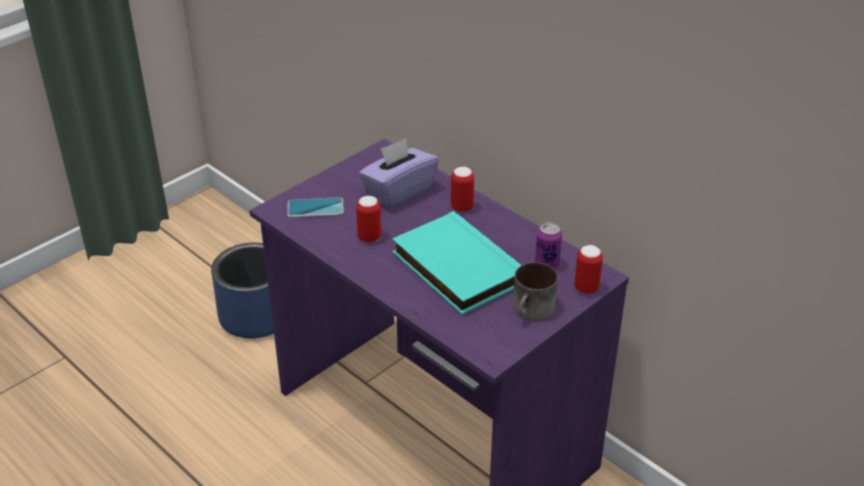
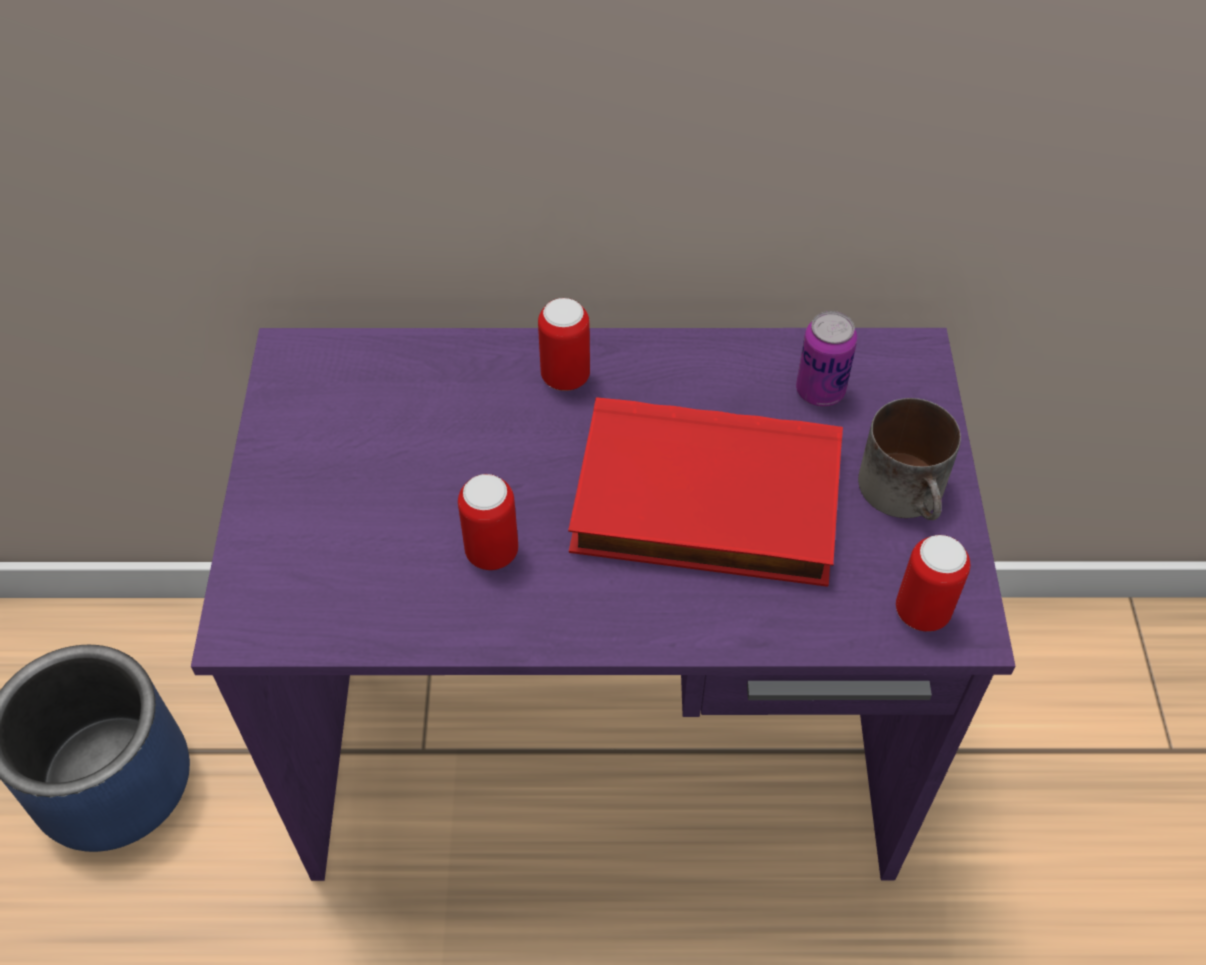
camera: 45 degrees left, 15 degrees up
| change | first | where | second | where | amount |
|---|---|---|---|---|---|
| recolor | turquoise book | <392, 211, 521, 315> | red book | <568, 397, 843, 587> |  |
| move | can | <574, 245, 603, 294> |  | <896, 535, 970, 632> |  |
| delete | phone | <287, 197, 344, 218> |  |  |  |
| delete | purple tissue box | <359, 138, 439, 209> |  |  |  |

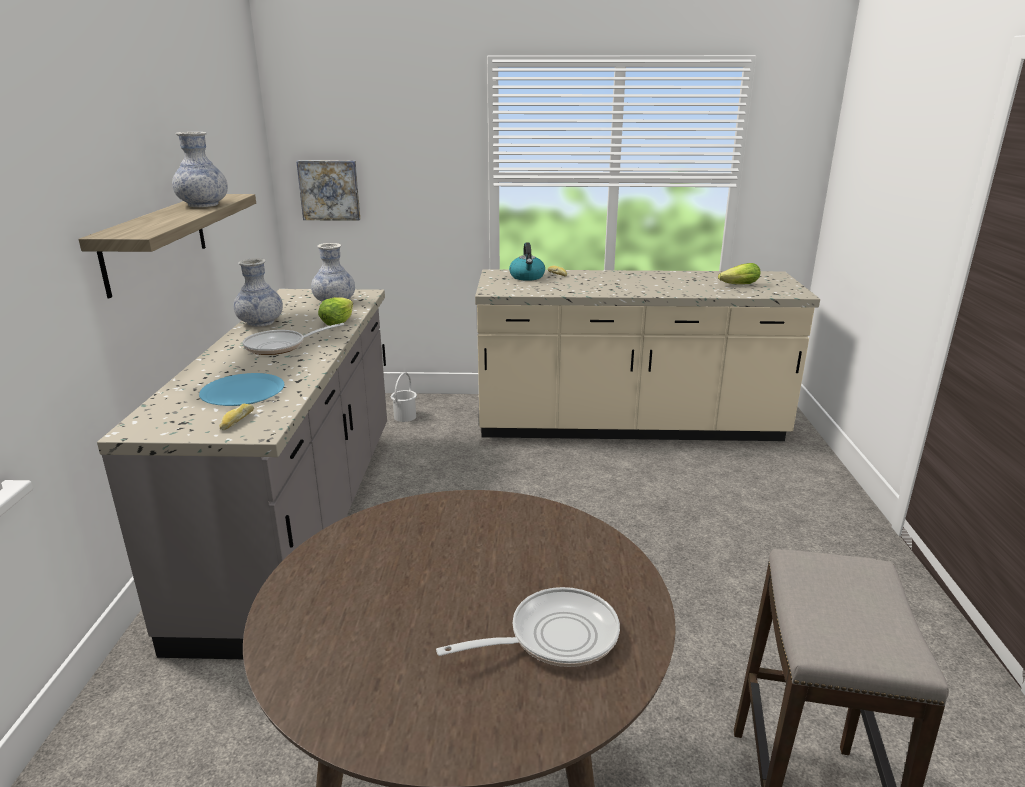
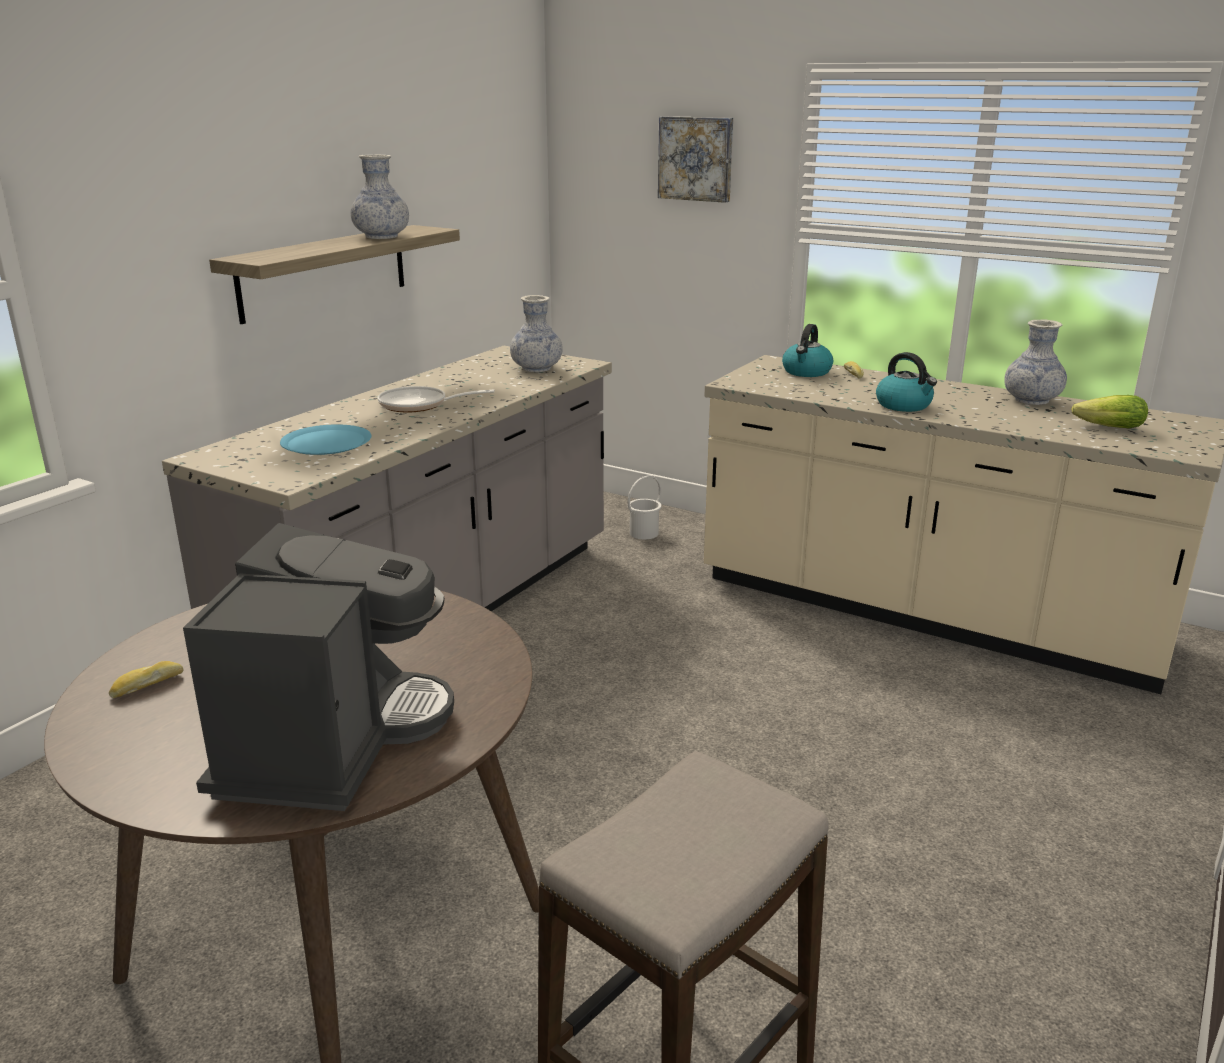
camera: 30 degrees right, 0 degrees up
| change | first | where | second | where | amount |
|---|---|---|---|---|---|
| move | bread | <219, 404, 254, 430> |  | <109, 661, 183, 698> |  |
| replace | frying pan | <436, 587, 620, 667> | coffee machine | <183, 523, 454, 811> |  |
| move | picture | <296, 160, 360, 221> |  | <658, 116, 733, 203> |  |
| insert |  |  | kettle | <876, 352, 937, 412> |  |
| move | vase | <234, 258, 283, 327> |  | <1004, 320, 1067, 405> |  |
| delete | lettuce | <318, 297, 353, 326> |  |  |  |

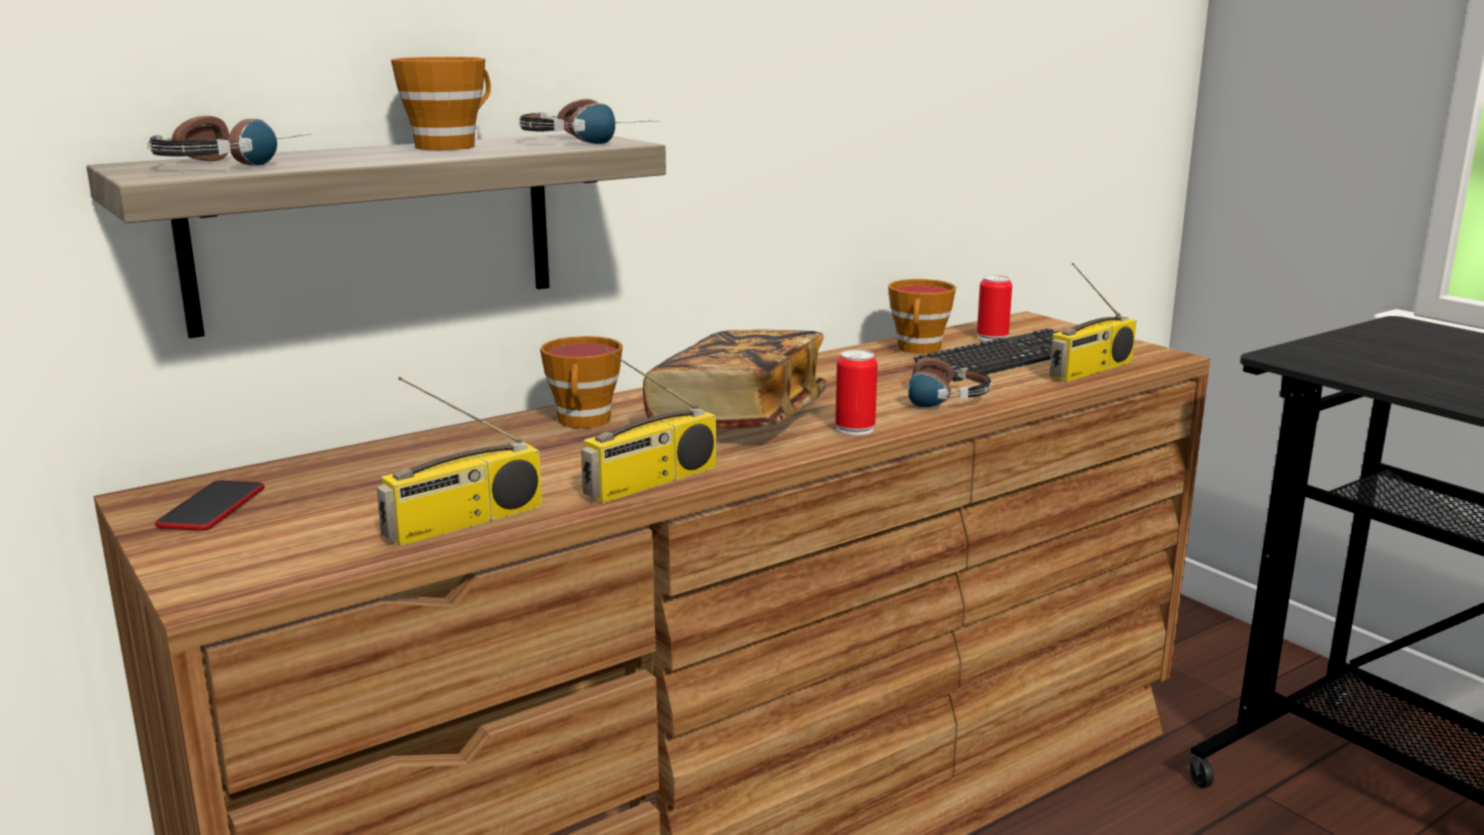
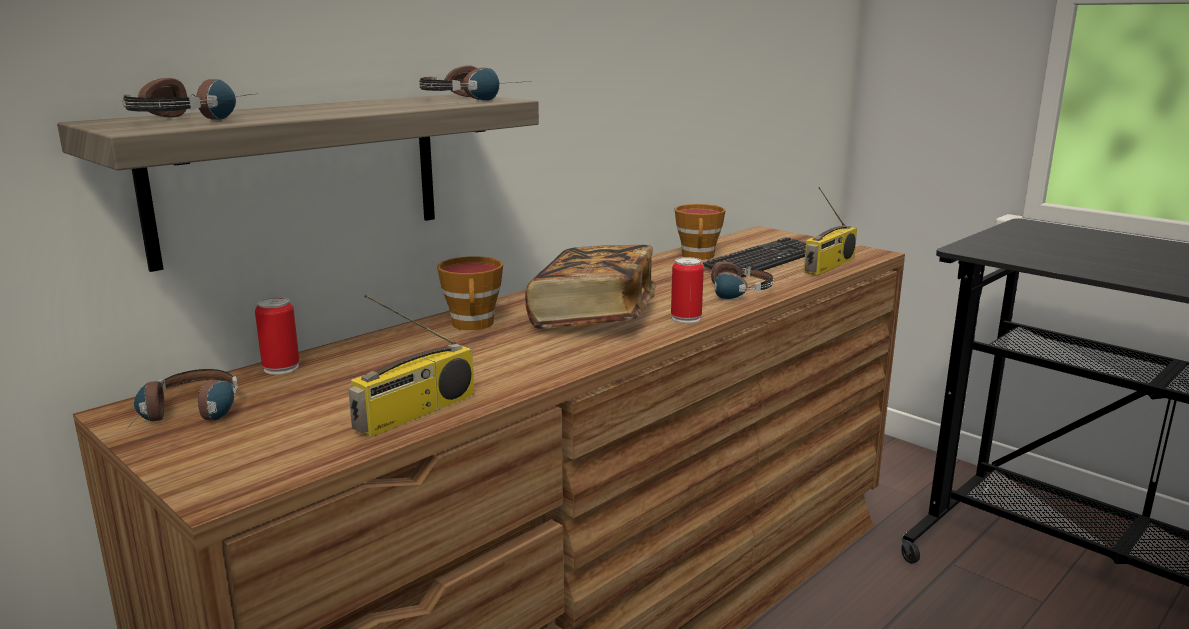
camera: 10 degrees left, 0 degrees up
| change | first | where | second | where | amount |
|---|---|---|---|---|---|
| replace | phone | <155, 480, 264, 531> | headphones | <129, 369, 238, 426> |  |
| move | can | <977, 275, 1012, 341> |  | <255, 297, 300, 375> |  |
| delete | cup | <391, 57, 491, 150> |  |  |  |
| delete | radio | <581, 347, 716, 503> |  |  |  |

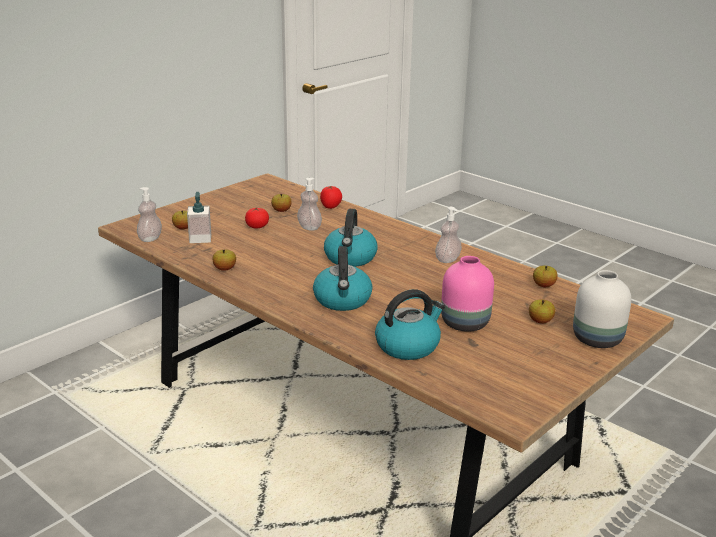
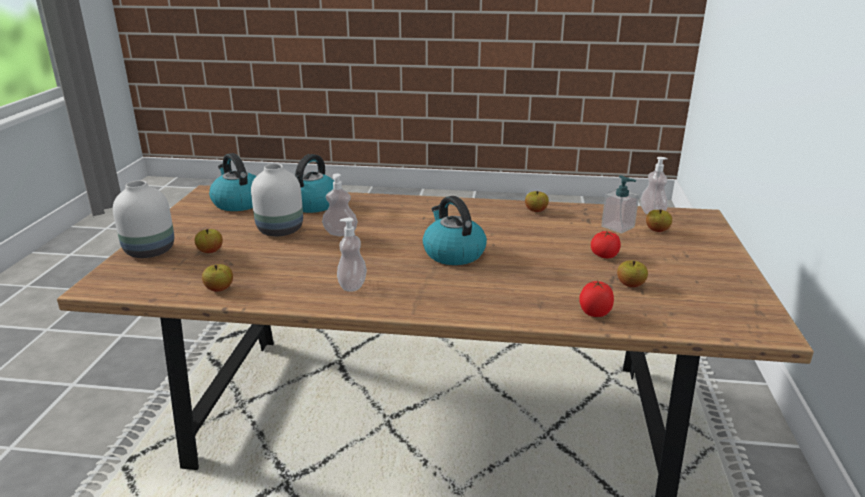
camera: 145 degrees right, 0 degrees up
| change | first | where | second | where | amount |
|---|---|---|---|---|---|
| move | kettle | <313, 246, 372, 311> |  | <209, 153, 256, 211> |  |
| recolor | pink vase | <441, 256, 494, 332> | white vase | <251, 164, 303, 236> |  |
| move | soap dispenser | <297, 178, 322, 231> |  | <322, 174, 358, 236> |  |

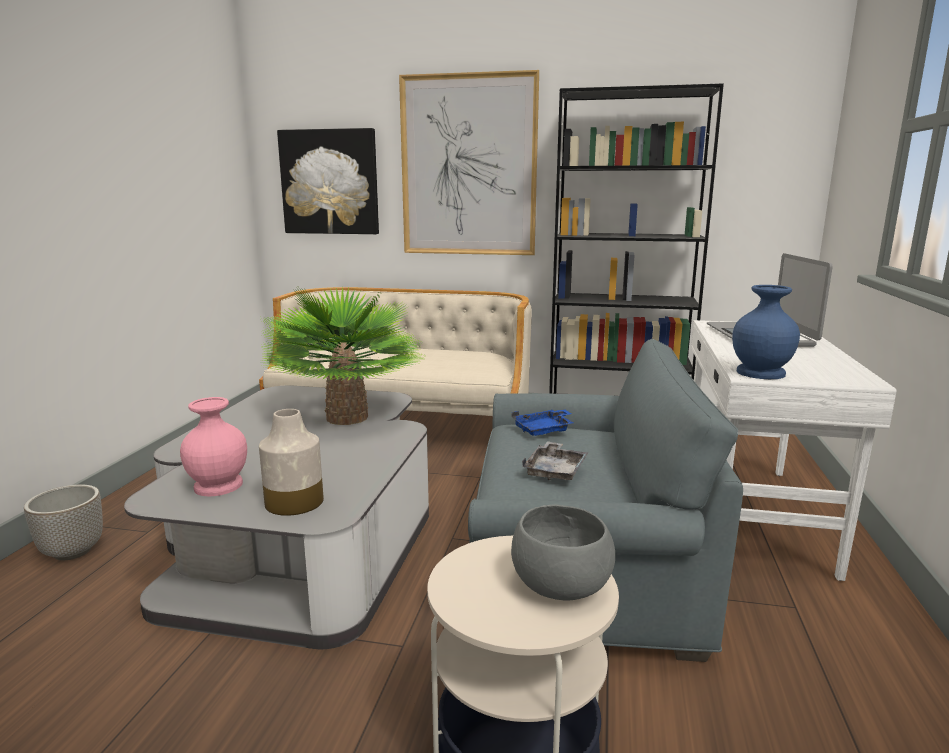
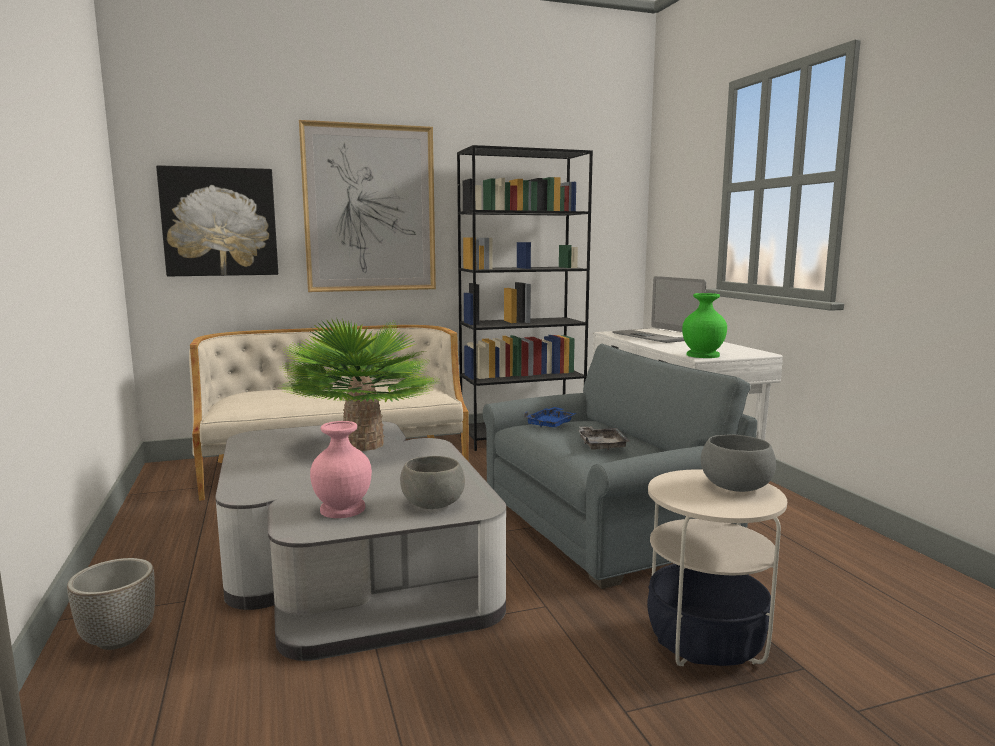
camera: 30 degrees left, 5 degrees down
| change | first | where | second | where | amount |
|---|---|---|---|---|---|
| replace | beige vase | <259, 409, 324, 516> | grey bowl | <400, 456, 465, 509> |  |
| recolor | blue vase | <732, 285, 800, 379> | green vase | <682, 293, 727, 358> |  |

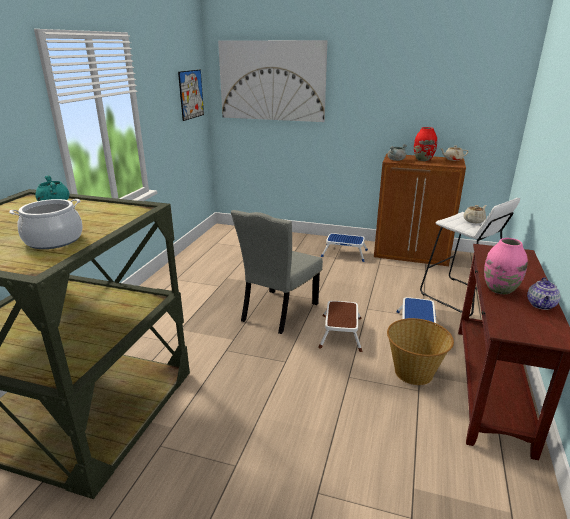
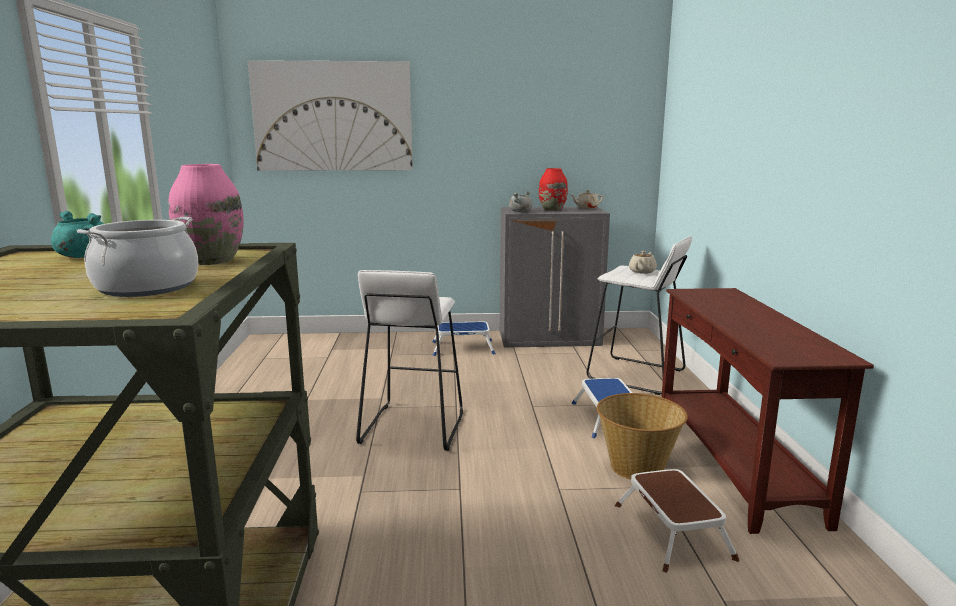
camera: 20 degrees left, 10 degrees down
| change | first | where | second | where | amount |
|---|---|---|---|---|---|
| move | pink vase | <484, 238, 528, 295> |  | <169, 164, 244, 265> |  |
| replace | grey chair | <231, 210, 323, 334> | white stool | <356, 270, 463, 451> |  |
| recolor | brown cabinet | <374, 154, 466, 266> | grey cabinet | <500, 207, 610, 348> |  |
| move | brown step ladder | <318, 301, 362, 352> |  | <615, 469, 740, 573> |  |
| delete | picture | <178, 70, 204, 121> |  |  |  |
| delete | teapot | <527, 277, 560, 310> |  |  |  |

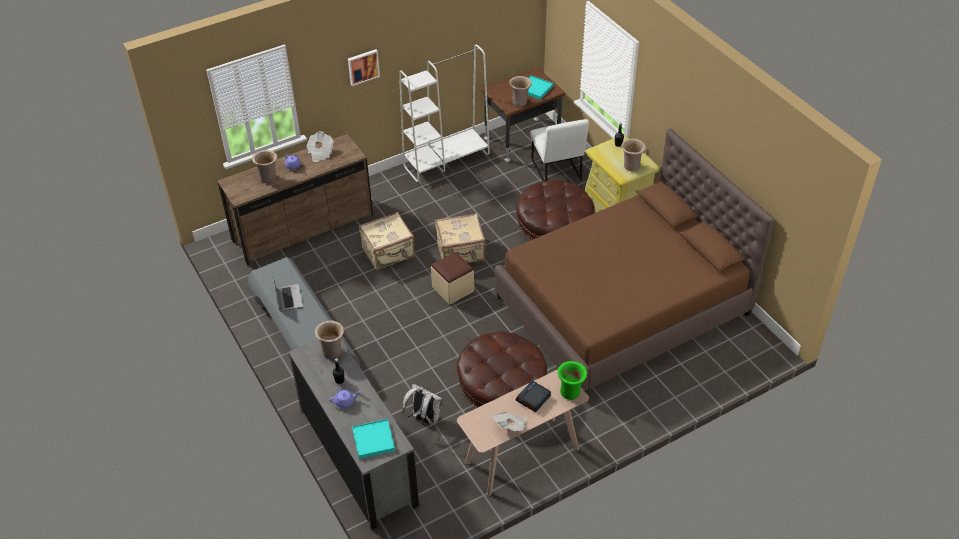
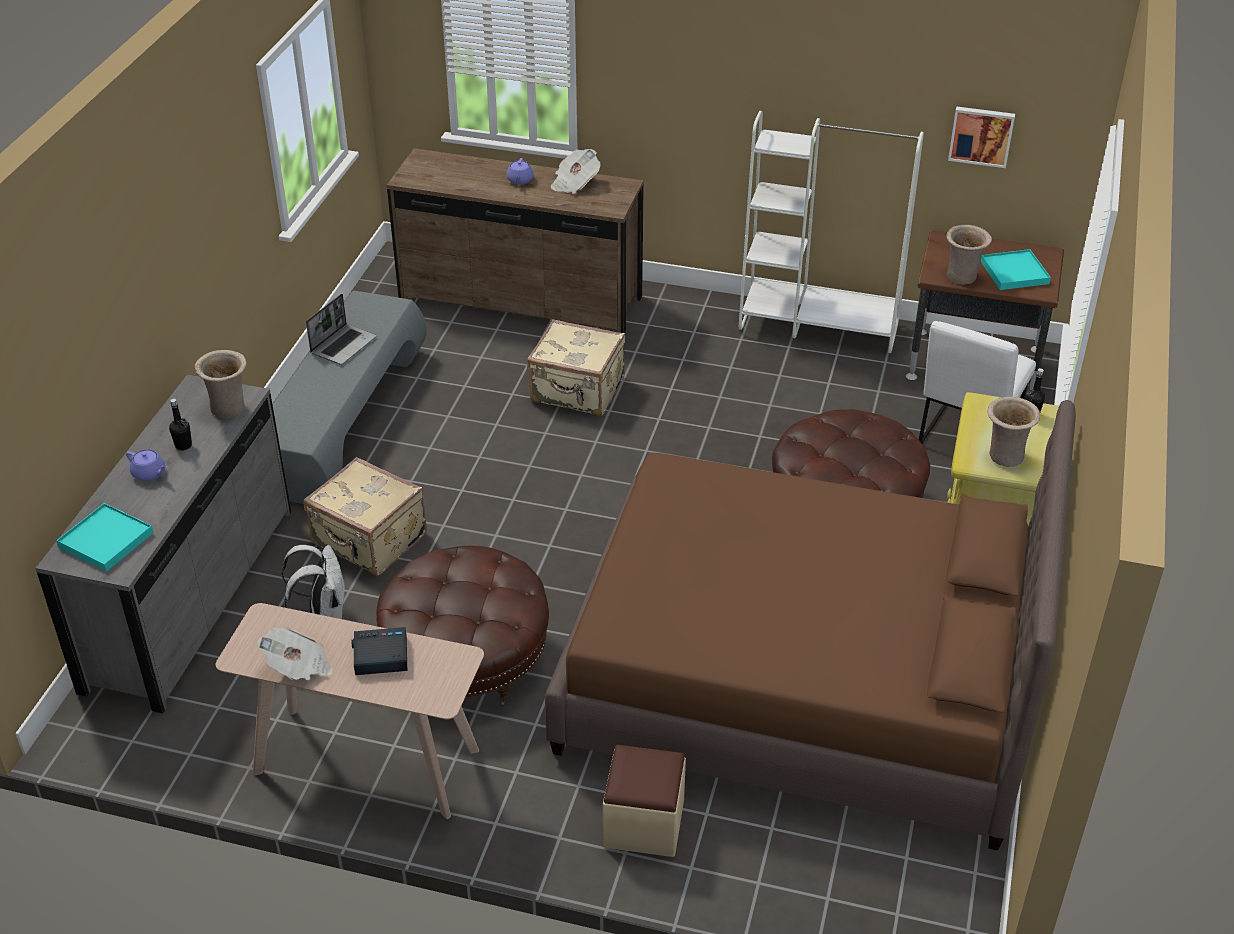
camera: 45 degrees right, 5 degrees down
| change | first | where | second | where | amount |
|---|---|---|---|---|---|
| move | beige suitcase | <435, 213, 485, 263> |  | <304, 457, 427, 576> |  |
| move | beige ottoman | <431, 252, 474, 305> |  | <603, 745, 686, 857> |  |
| move | picture | <348, 49, 380, 86> |  | <948, 106, 1015, 168> |  |
| delete | beige vase | <252, 150, 277, 183> |  |  |  |
| delete | green vase | <558, 361, 587, 400> |  |  |  |

